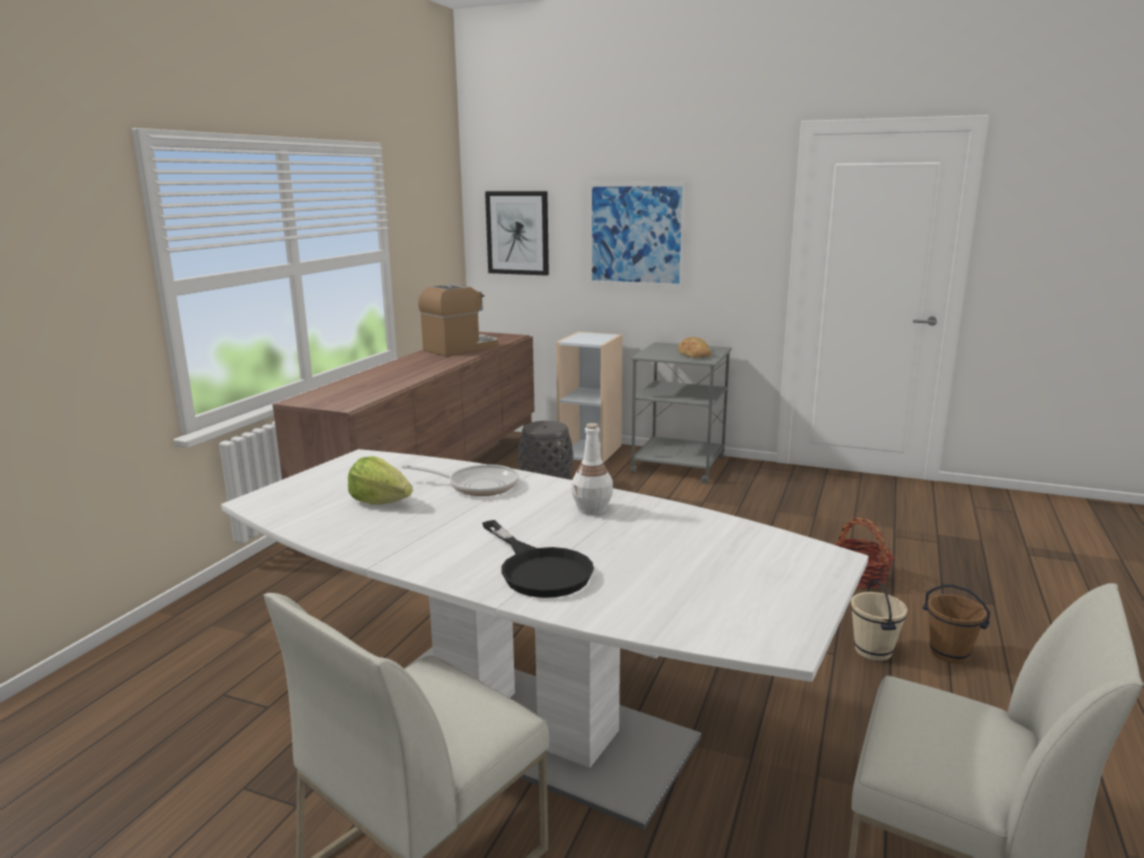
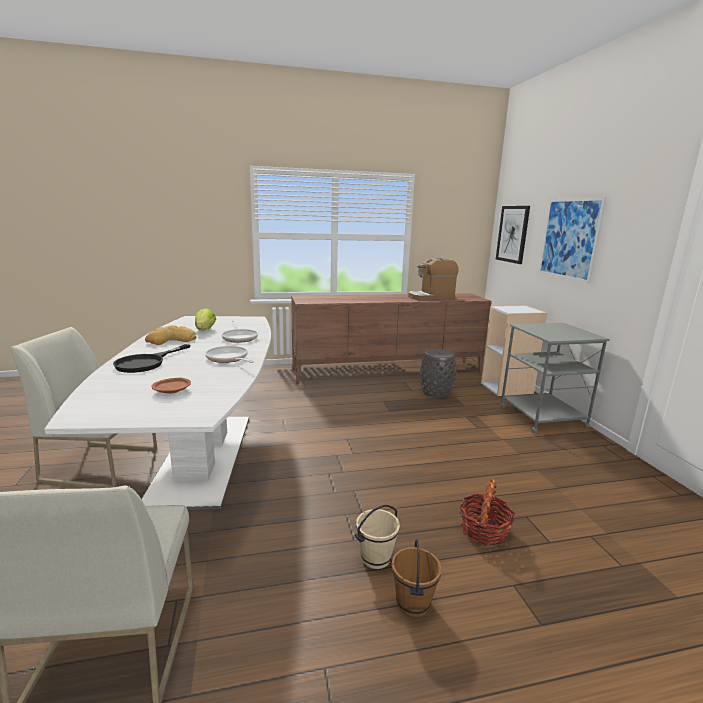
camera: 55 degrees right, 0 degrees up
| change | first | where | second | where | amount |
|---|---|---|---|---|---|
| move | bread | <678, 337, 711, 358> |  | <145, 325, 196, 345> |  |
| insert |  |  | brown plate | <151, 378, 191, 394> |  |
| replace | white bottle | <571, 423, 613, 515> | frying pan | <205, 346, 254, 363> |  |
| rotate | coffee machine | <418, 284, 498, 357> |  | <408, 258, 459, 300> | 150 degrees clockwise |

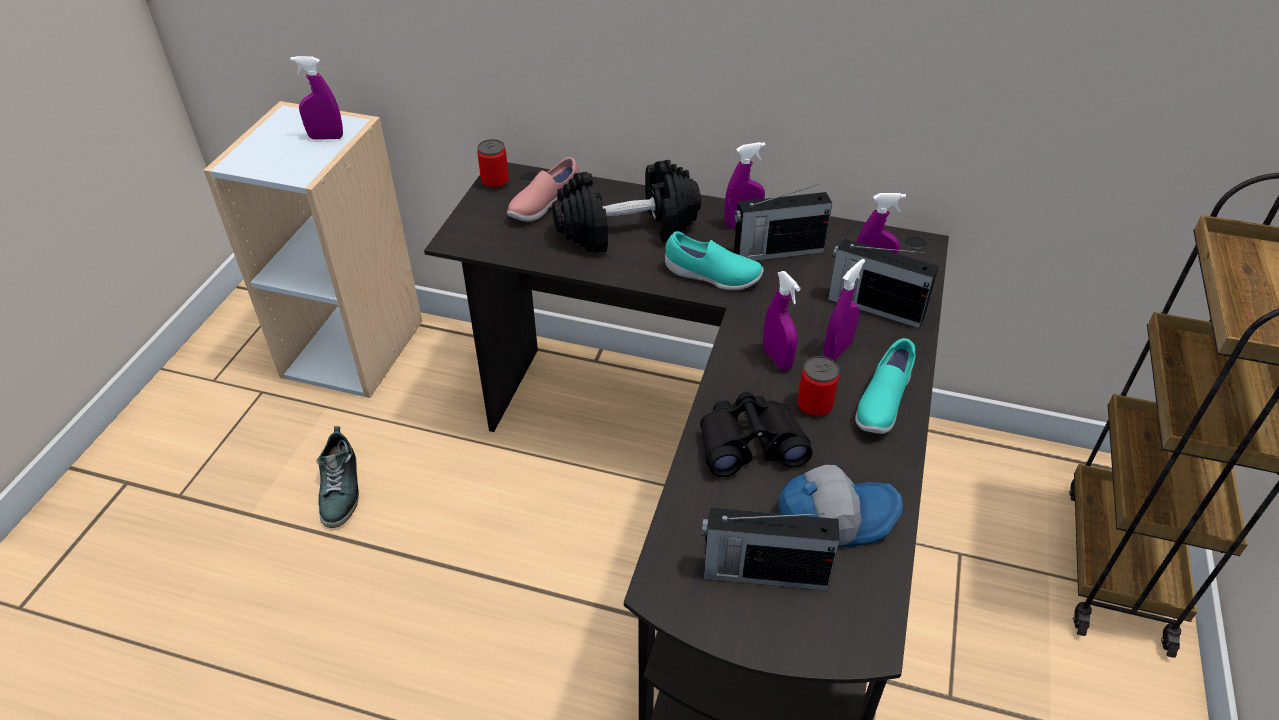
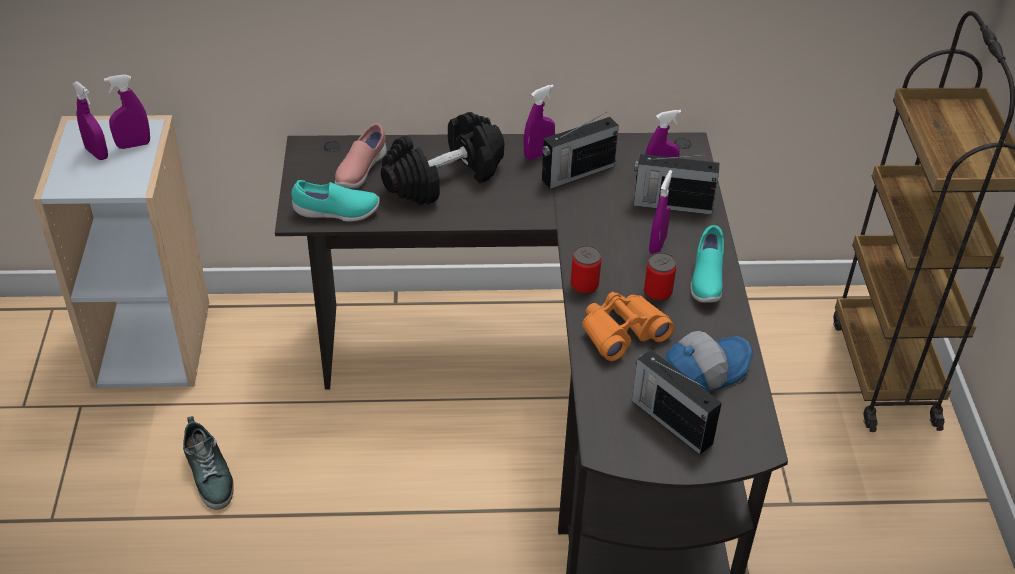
camera: 20 degrees left, 0 degrees up
| change | first | where | second | where | amount |
|---|---|---|---|---|---|
| move | purple spray bottle | <763, 271, 801, 371> |  | <72, 81, 108, 160> |  |
| move | turquoise shoe | <665, 231, 764, 290> |  | <291, 180, 380, 222> |  |
| move | can | <477, 139, 509, 189> |  | <571, 245, 601, 294> |  |
| recolor | black binoculars | <700, 392, 813, 477> | orange binoculars | <582, 292, 674, 361> |  |
| rotate | radio | <702, 507, 840, 591> |  | <632, 350, 722, 454> | 60 degrees clockwise |

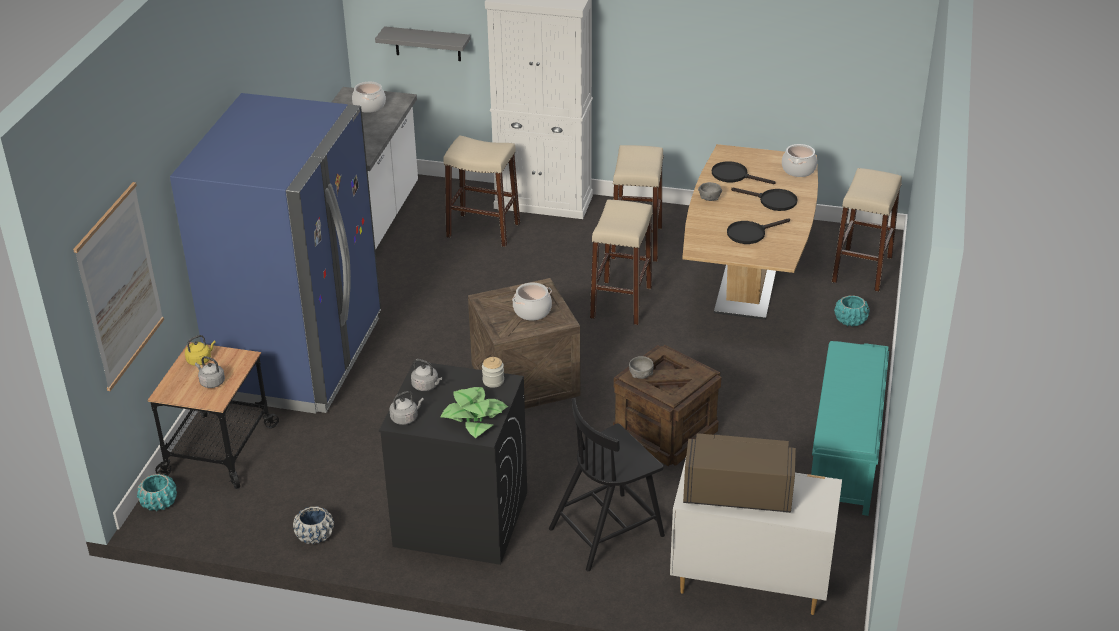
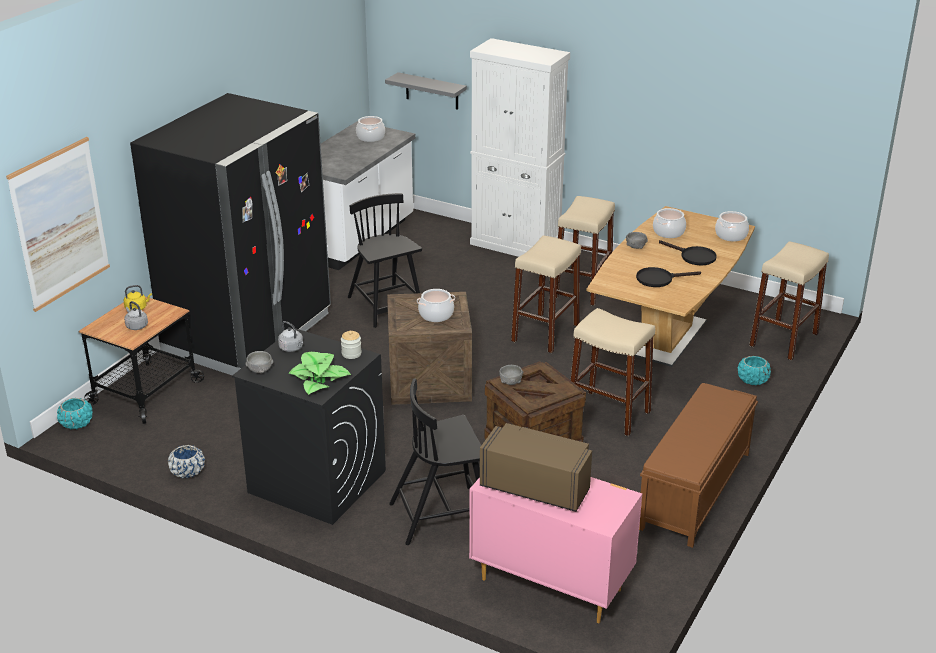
camera: 15 degrees right, 5 degrees down
| change | first | where | second | where | amount |
|---|---|---|---|---|---|
| recolor | blue fridge | <170, 93, 381, 414> | black fridge | <130, 93, 331, 375> |  |
| replace | grey kettle | <390, 391, 424, 425> | grey bowl | <245, 351, 273, 374> |  |
| insert |  |  | black chair | <348, 193, 422, 328> |  |
| recolor | white dresser | <670, 459, 842, 615> | pink dresser | <469, 477, 642, 623> |  |
| move | beige stool | <443, 135, 520, 247> |  | <571, 308, 655, 436> |  |
| recolor | turquoise bench | <811, 341, 889, 516> | brown bench | <639, 383, 758, 548> |  |
| replace | black frying pan | <712, 161, 776, 184> | cooking pot | <653, 208, 686, 238> |  |

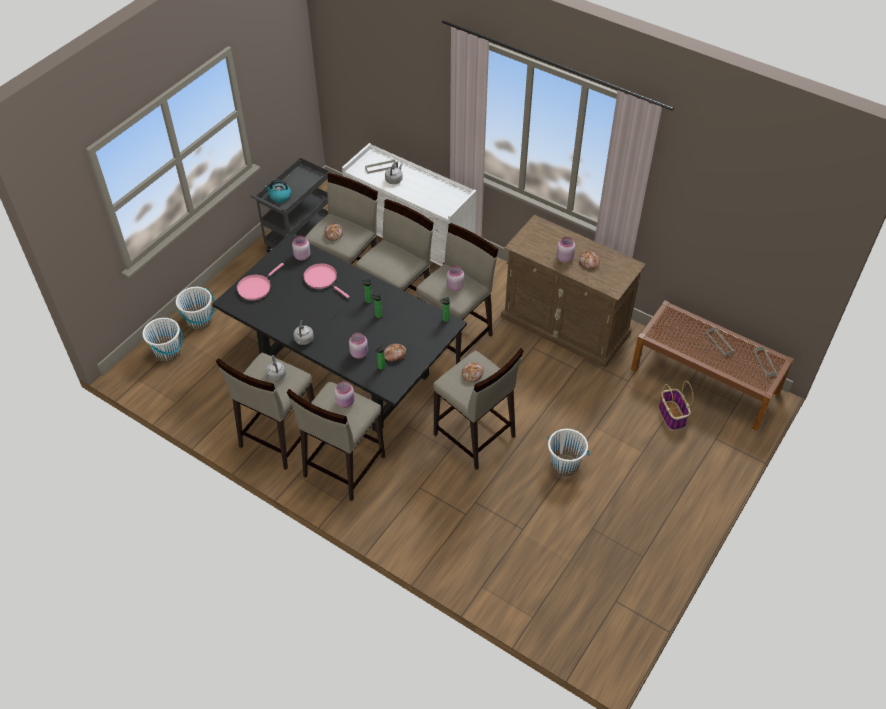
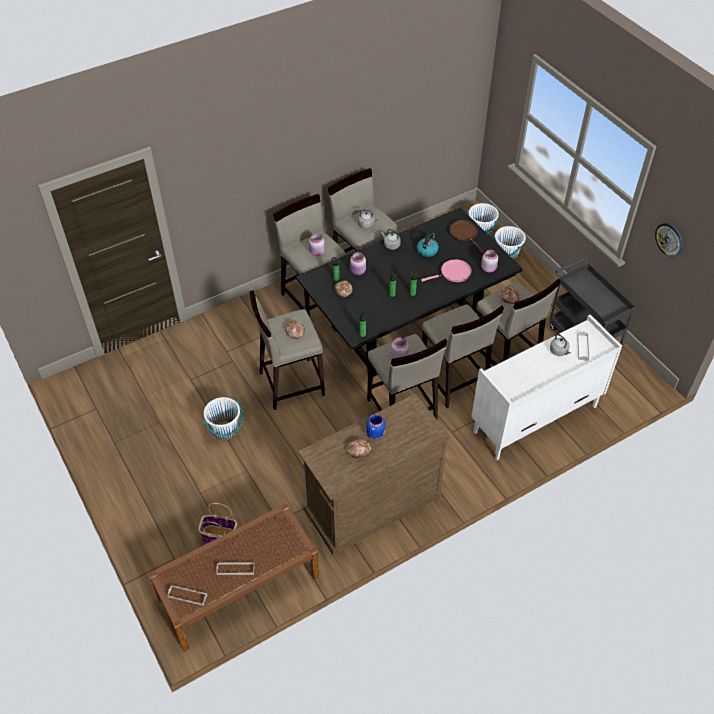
camera: 115 degrees right, 0 degrees up
| change | first | where | second | where | amount |
|---|---|---|---|---|---|
| recolor | pink jar | <557, 237, 575, 262> | blue jar | <366, 414, 385, 440> |  |
| move | kettle | <264, 180, 291, 203> |  | <417, 233, 439, 257> |  |
| recolor | pink frying pan | <237, 263, 284, 300> | brown frying pan | <449, 220, 484, 254> |  |
| insert |  |  | wall clock | <655, 223, 683, 257> |  |

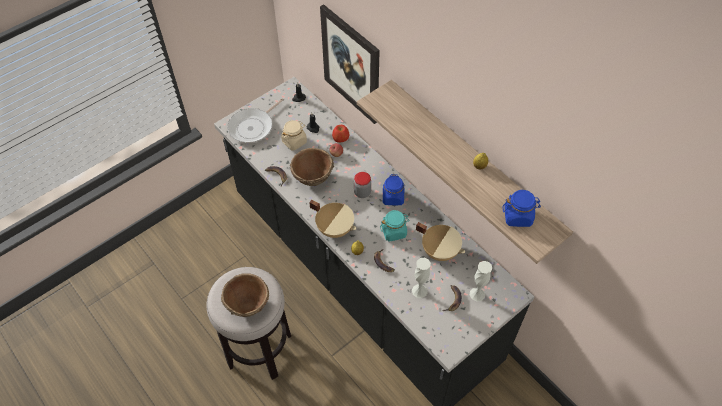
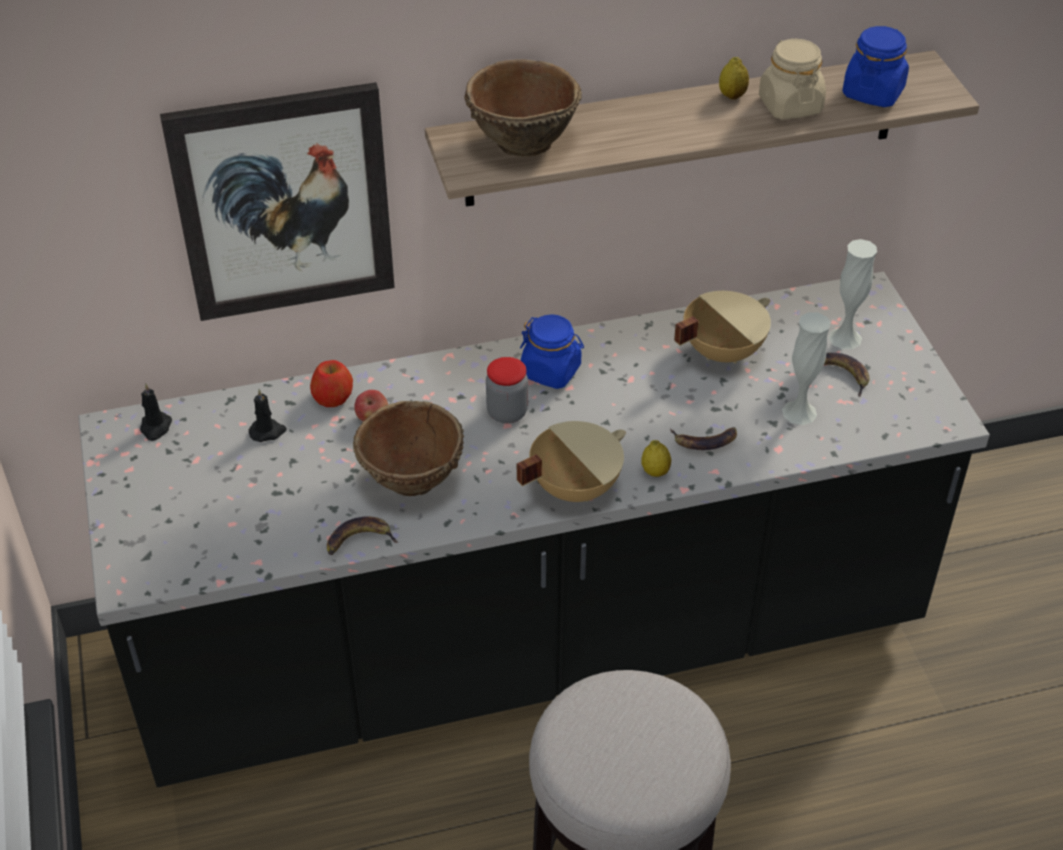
camera: 65 degrees left, 10 degrees down
| change | first | where | second | where | amount |
|---|---|---|---|---|---|
| move | brown bowl | <221, 273, 269, 317> |  | <464, 59, 582, 157> |  |
| move | beige jar | <281, 120, 307, 151> |  | <759, 38, 826, 120> |  |
| delete | frying pan | <227, 98, 284, 143> |  |  |  |
| delete | turquoise jar | <380, 210, 410, 242> |  |  |  |

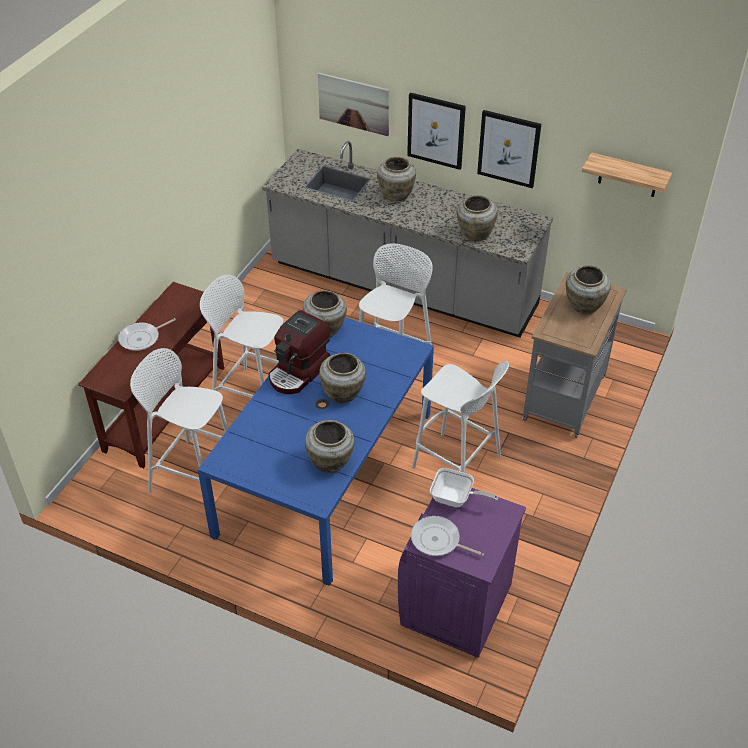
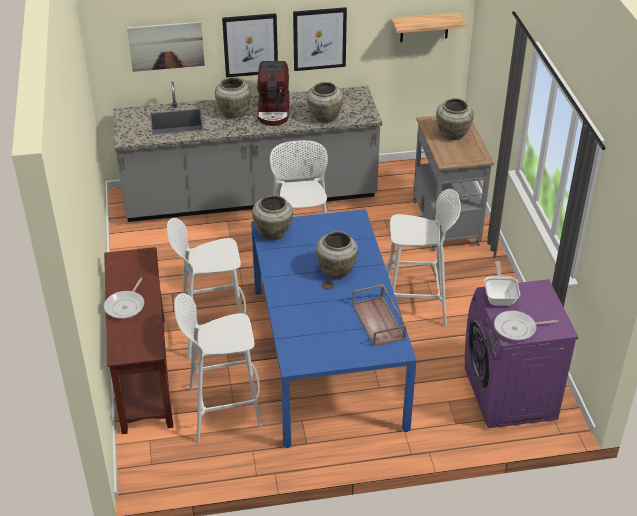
camera: 35 degrees left, 5 degrees down
| change | first | where | second | where | amount |
|---|---|---|---|---|---|
| move | coffee machine | <269, 310, 331, 394> |  | <257, 61, 289, 126> |  |
| replace | beige vase | <305, 420, 355, 473> | brown tray | <352, 284, 406, 347> |  |
| rotate | frying pan | <430, 468, 498, 507> |  | <484, 261, 520, 306> | 75 degrees counterclockwise |

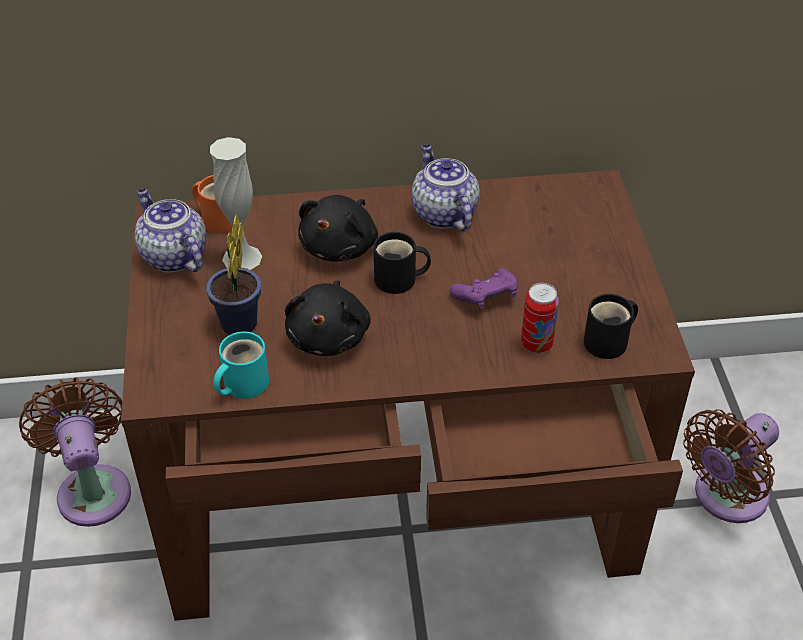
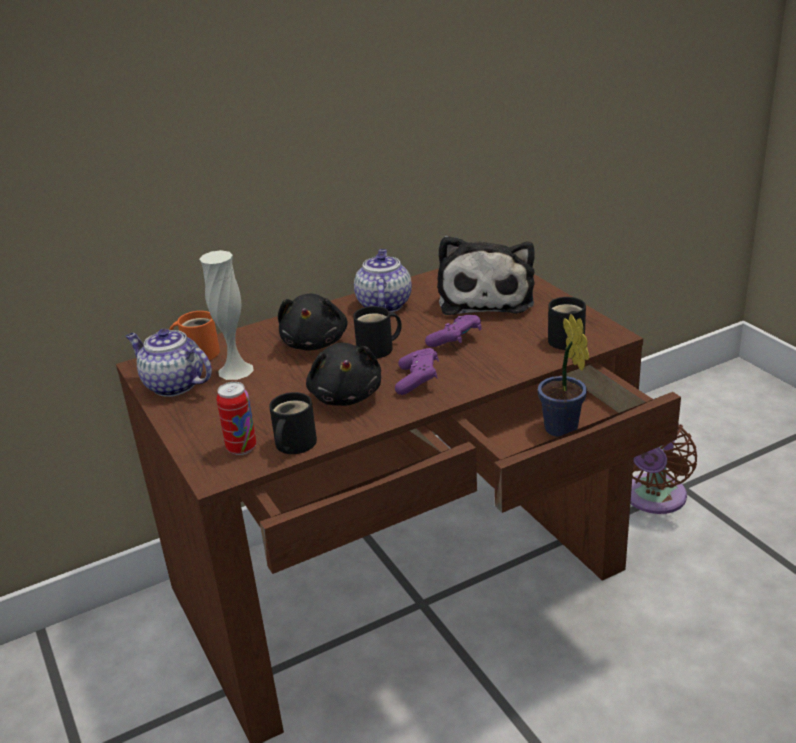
camera: 20 degrees left, 15 degrees down
| change | first | where | second | where | amount |
|---|---|---|---|---|---|
| move | can | <521, 283, 559, 354> |  | <217, 382, 256, 455> |  |
| recolor | turquoise mug | <214, 332, 269, 399> | black mug | <269, 392, 317, 454> |  |
| rotate | teapot | <411, 144, 480, 231> |  | <354, 249, 412, 312> | 45 degrees clockwise |
| insert |  |  | purple game controller | <395, 348, 439, 395> |  |
| insert |  |  | plush toy | <437, 236, 535, 315> |  |
| move | potted plant | <206, 214, 261, 335> |  | <538, 314, 589, 437> |  |
| delete | brown fan | <19, 377, 131, 527> |  |  |  |

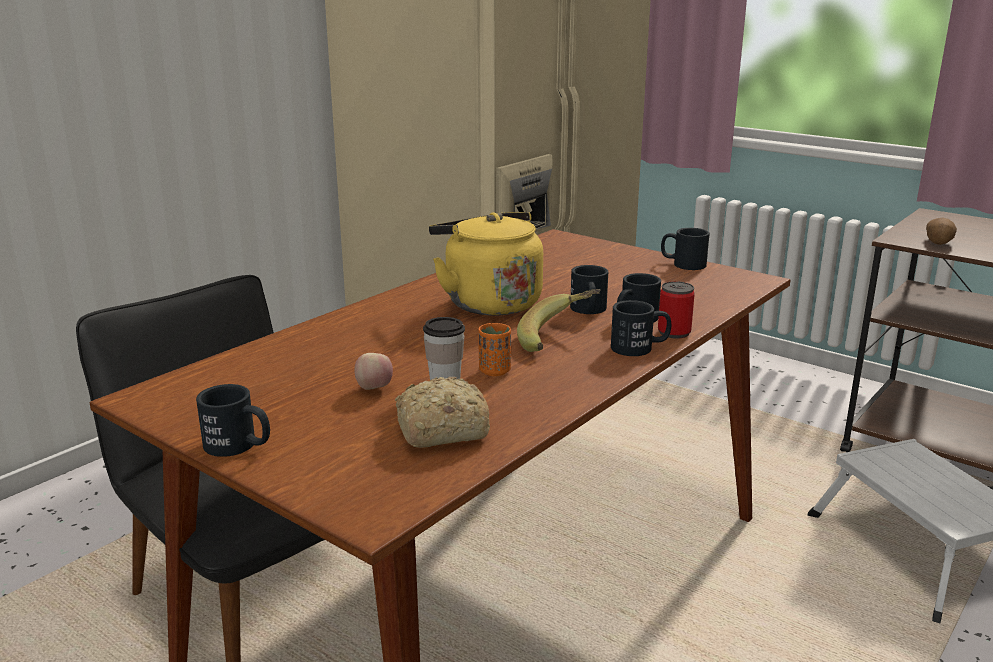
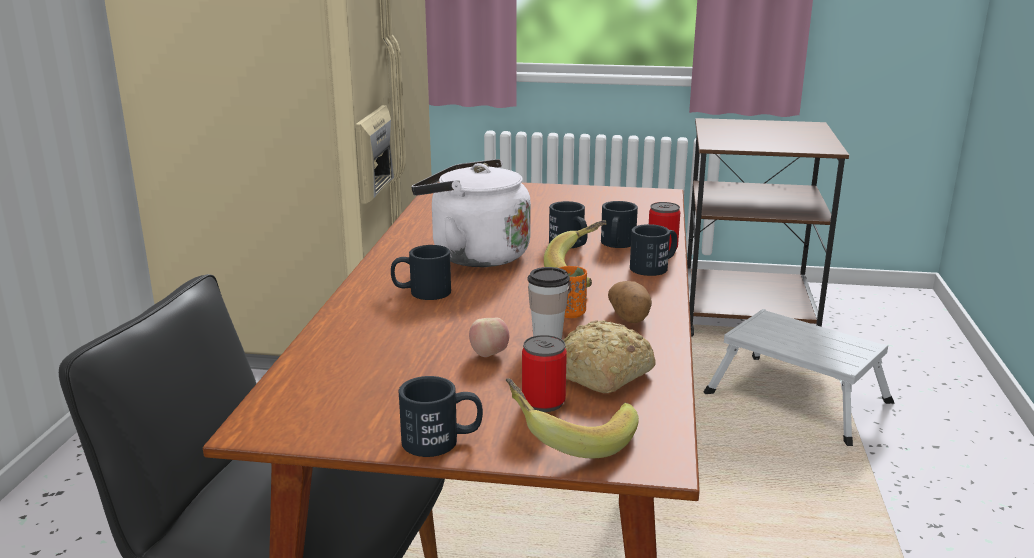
camera: 30 degrees left, 0 degrees up
| change | first | where | second | where | amount |
|---|---|---|---|---|---|
| move | black mug | <661, 228, 710, 270> |  | <391, 245, 451, 300> |  |
| recolor | yellow kettle | <429, 212, 543, 315> | white kettle | <411, 159, 531, 267> |  |
| insert |  |  | banana | <506, 378, 639, 458> |  |
| insert |  |  | can | <522, 335, 567, 412> |  |
| move | potato | <926, 218, 957, 245> |  | <608, 281, 652, 323> |  |

